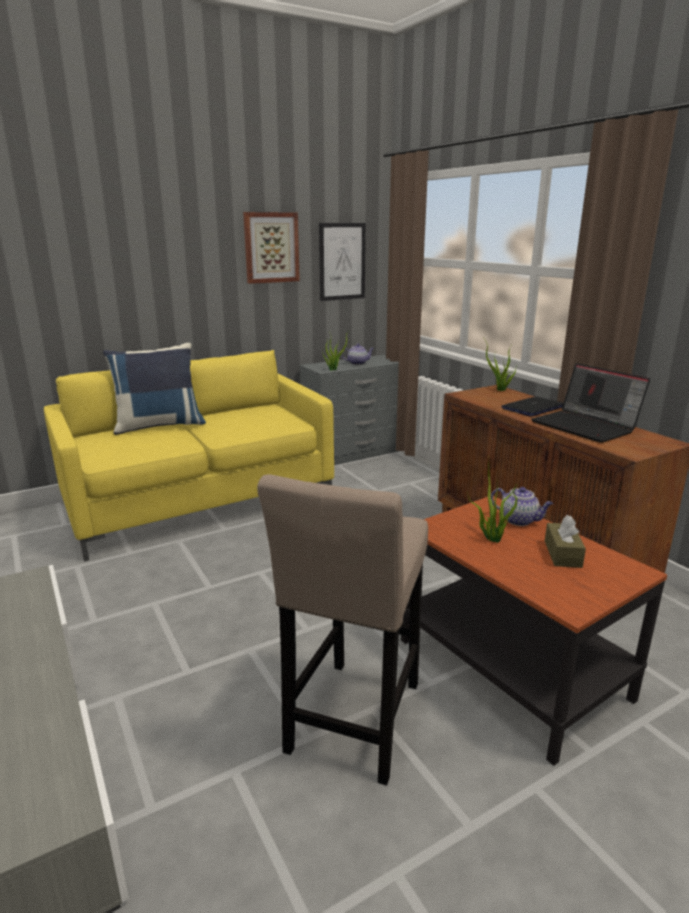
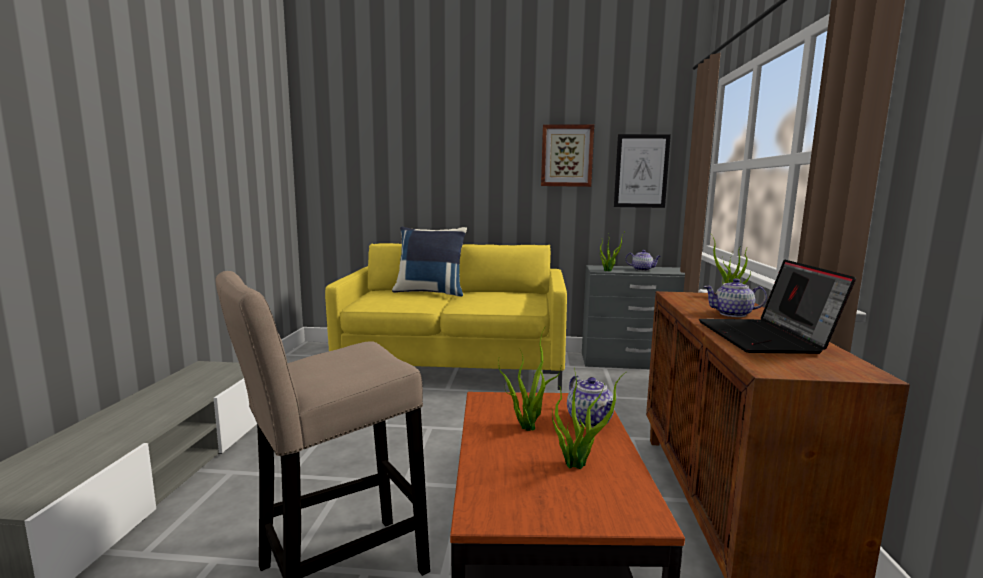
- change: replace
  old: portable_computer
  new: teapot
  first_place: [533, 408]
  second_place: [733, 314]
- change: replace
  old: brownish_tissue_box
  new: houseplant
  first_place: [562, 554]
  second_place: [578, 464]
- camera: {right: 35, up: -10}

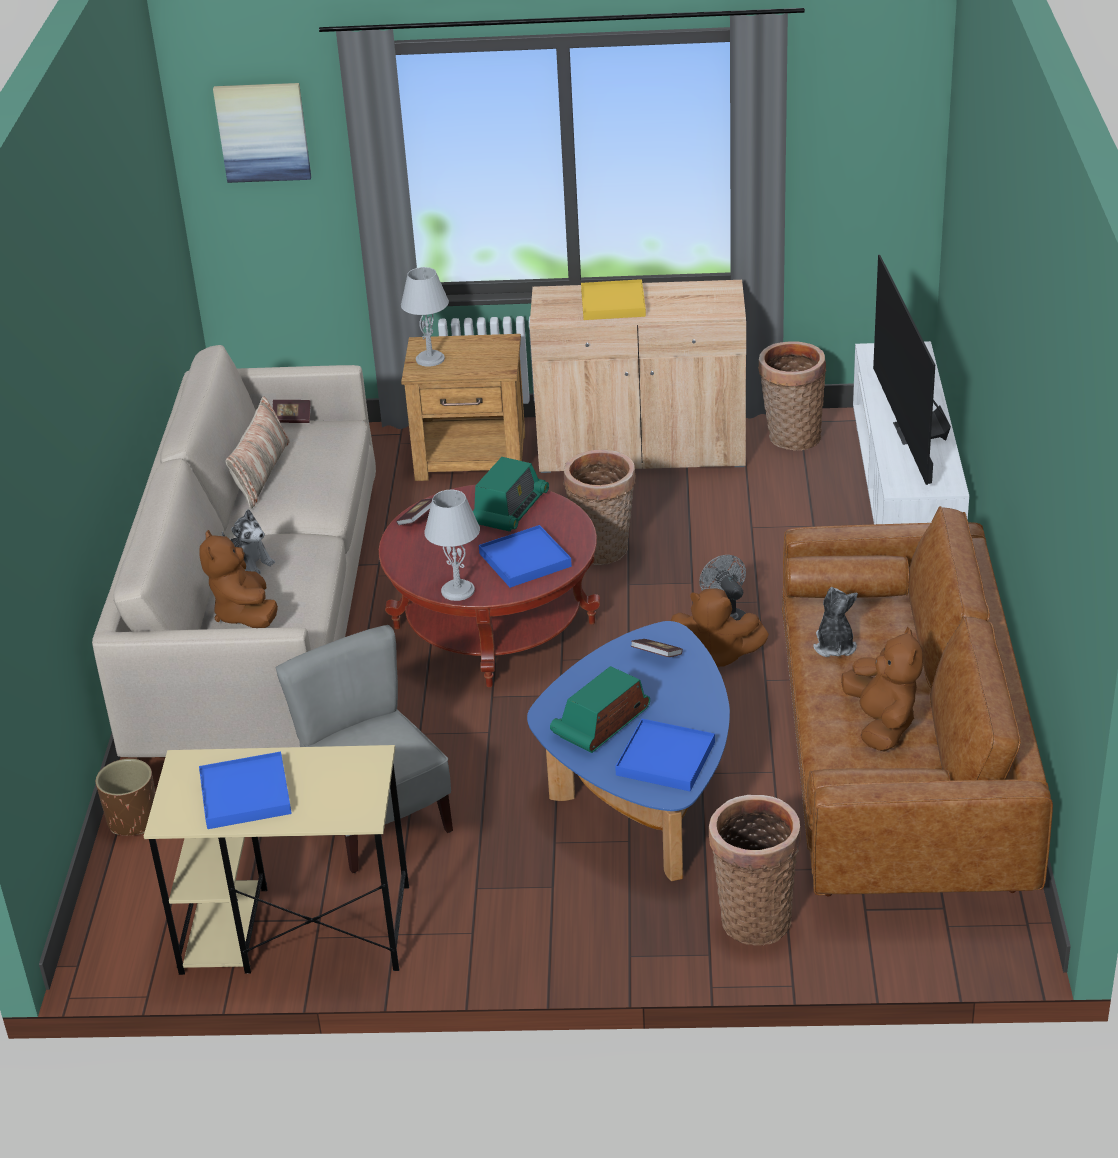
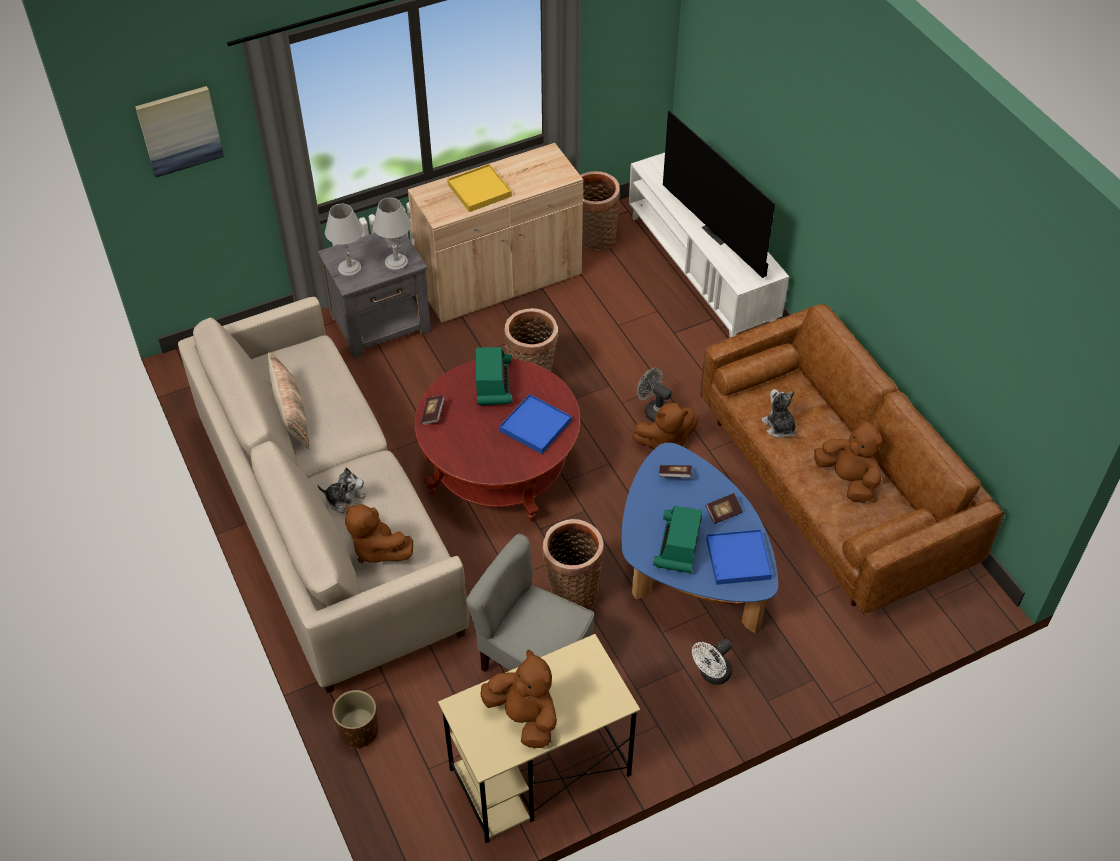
- change: insert
  new: whitish_electric_fan
  second_place: [712, 675]
- change: move
  old: volume
  first_place: [292, 419]
  second_place: [723, 513]
- change: move
  old: grey_tabletop_lamp
  first_place: [458, 590]
  second_place: [396, 262]
- change: move
  old: household_basket
  first_place: [754, 917]
  second_place: [572, 591]
- change: replace
  old: blue_carrying_tray
  new: brownish_soft_toy
  first_place: [246, 794]
  second_place: [524, 717]
- change: recolor
  old: brownish_bedside_table
  new: grey_bedside_table
  first_place: [472, 457]
  second_place: [382, 323]
- camera: {right: -30, up: 15}

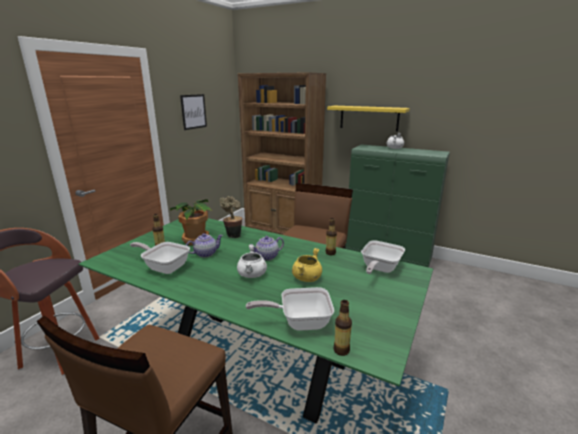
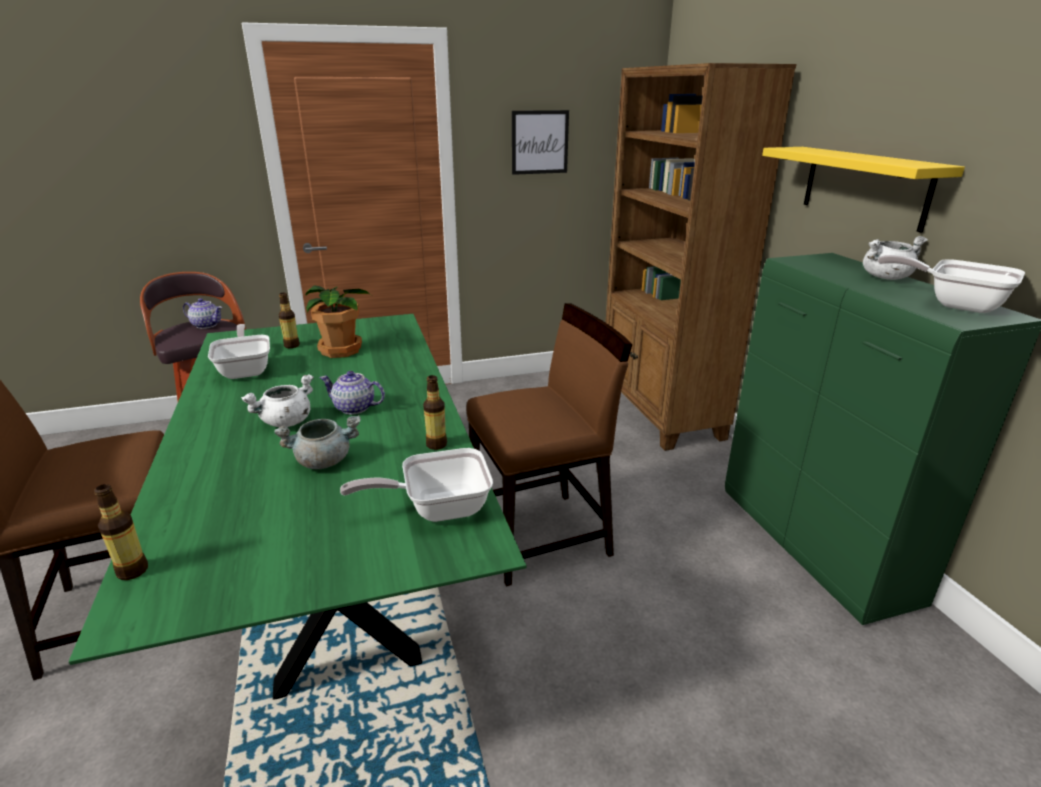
- change: delete
  old: houseplant
  first_place: [233, 235]
- change: move
  old: teapot
  first_place: [205, 254]
  second_place: [206, 325]
- change: move
  old: pan
  first_place: [299, 322]
  second_place: [955, 304]
- change: recolor
  old: yellow-coloured_saucepot
  new: grey_saucepot
  first_place: [306, 278]
  second_place: [324, 461]
- camera: {right: 45, up: 5}

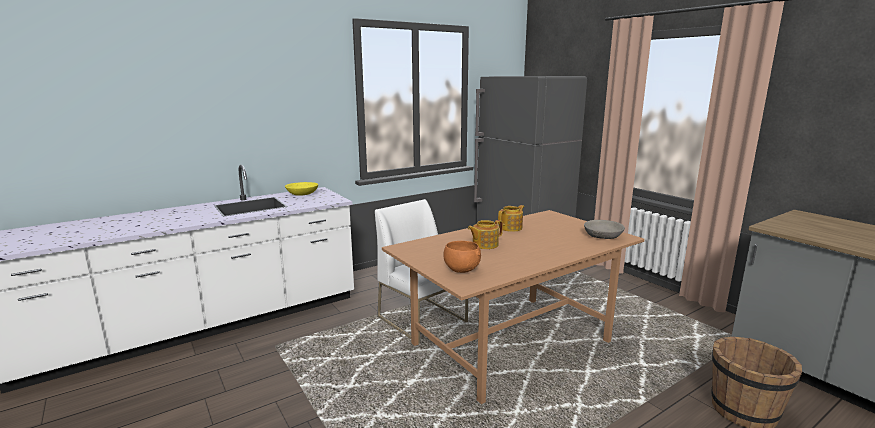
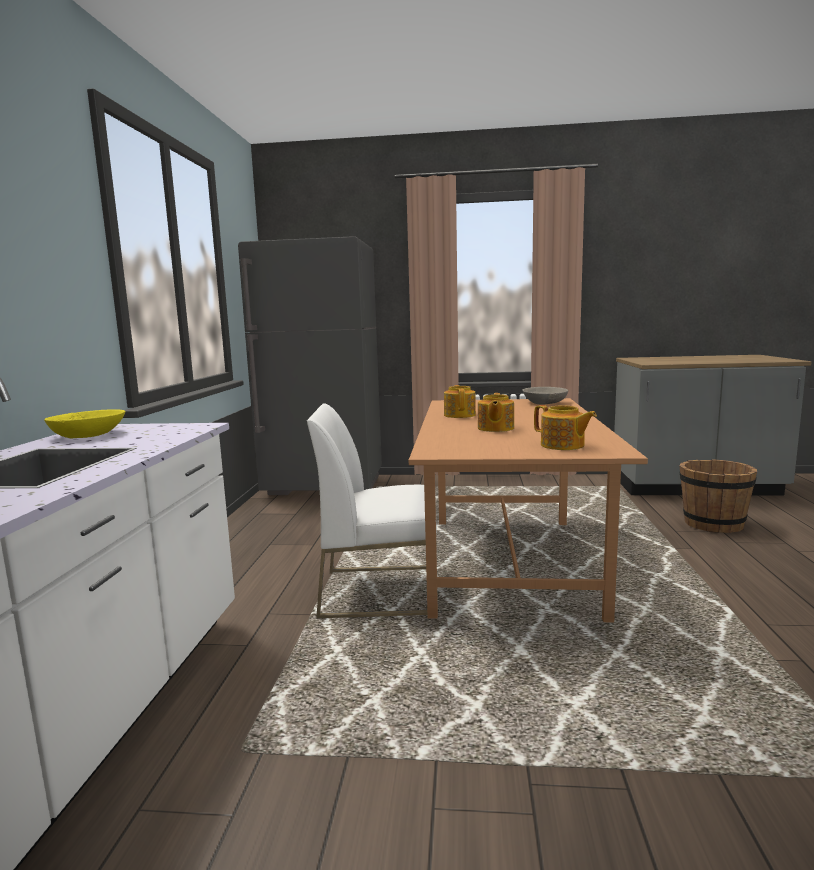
- change: replace
  old: orange-coloured_deep_dish
  new: teapot
  first_place: [461, 270]
  second_place: [563, 445]
- camera: {right: -50, up: -5}

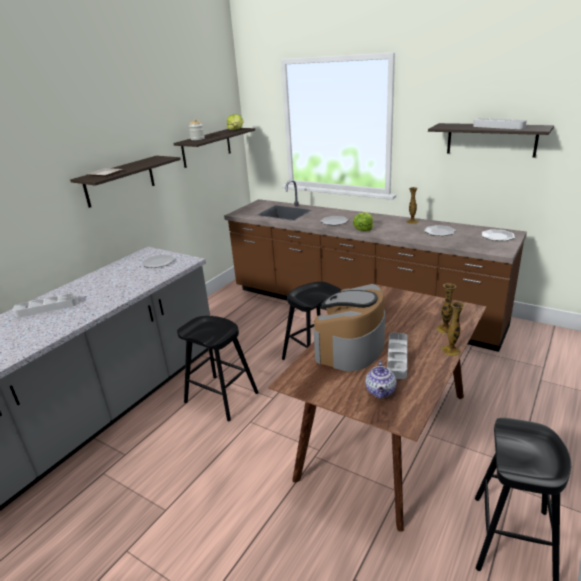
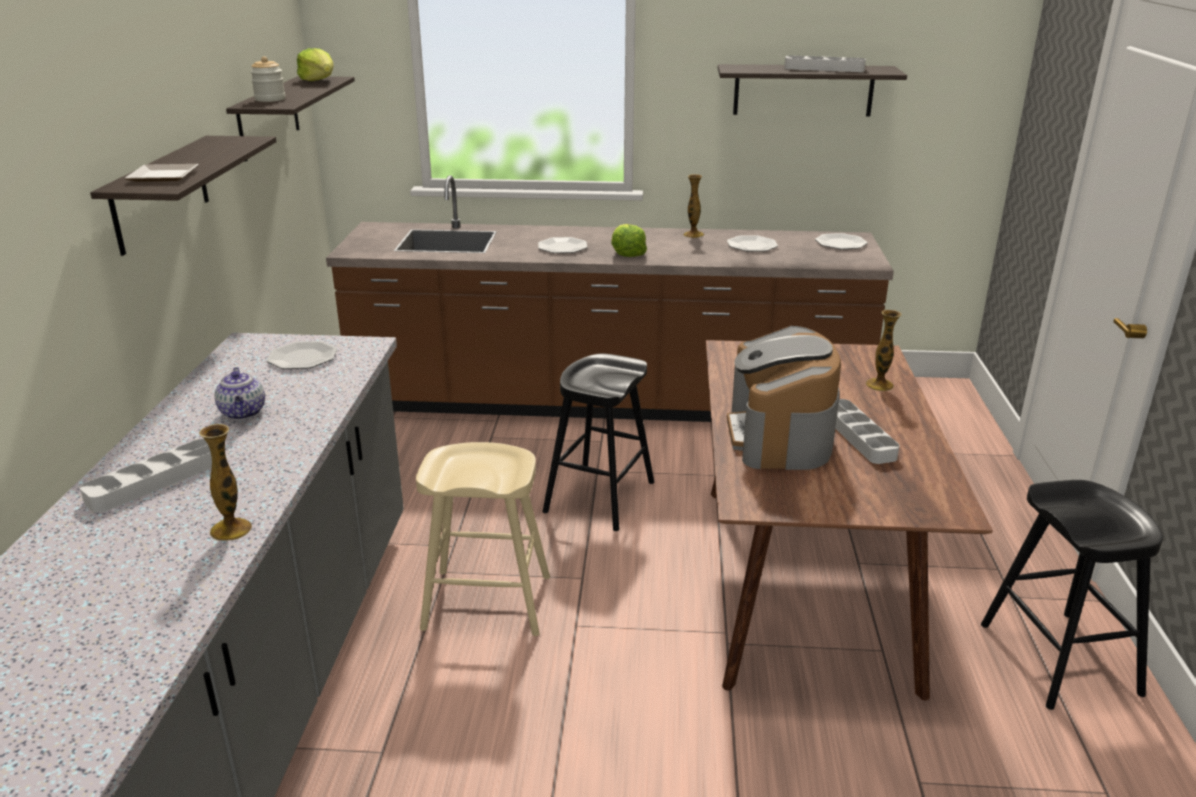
- change: move
  old: teapot
  first_place: [380, 392]
  second_place: [243, 413]
- change: move
  old: decorative_vase
  first_place: [451, 350]
  second_place: [231, 530]
- change: recolor
  old: black-coloured_stool
  new: beige-coloured_stool
  first_place: [221, 397]
  second_place: [486, 602]
- camera: {right: -30, up: 0}

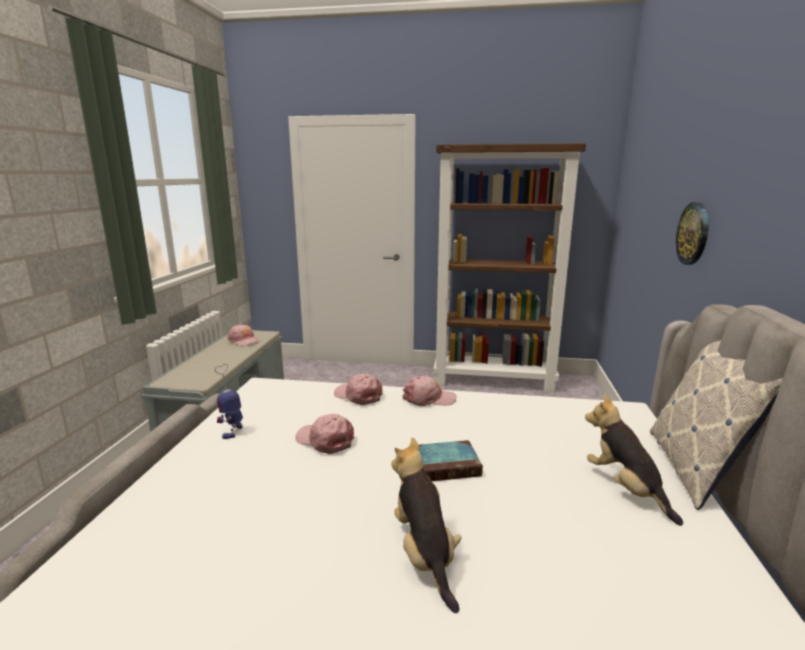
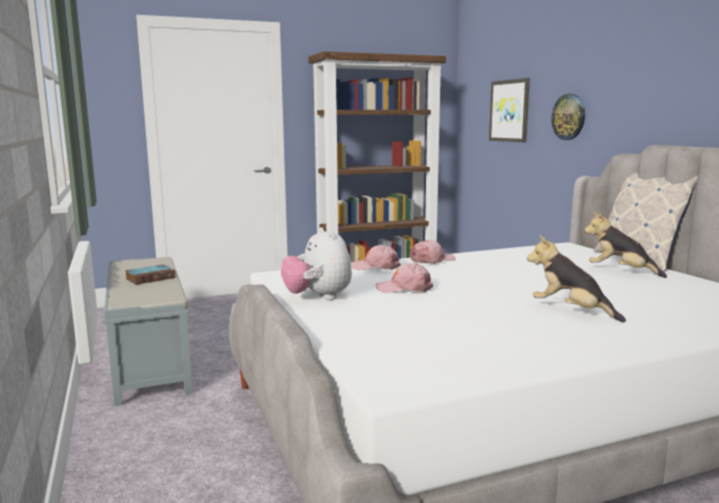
- change: delete
  old: pinkish_baseball_cap
  first_place: [244, 340]
- change: insert
  new: wall_art
  second_place: [510, 111]
- change: move
  old: volume
  first_place: [447, 465]
  second_place: [151, 278]
- change: replace
  old: model_robot
  new: soft_toy
  first_place: [233, 431]
  second_place: [318, 297]
- camera: {right: -30, up: -5}

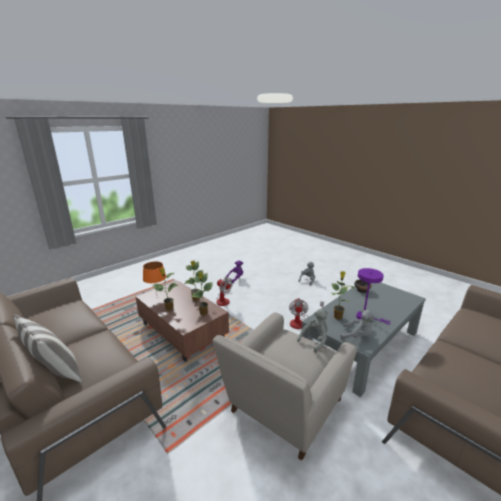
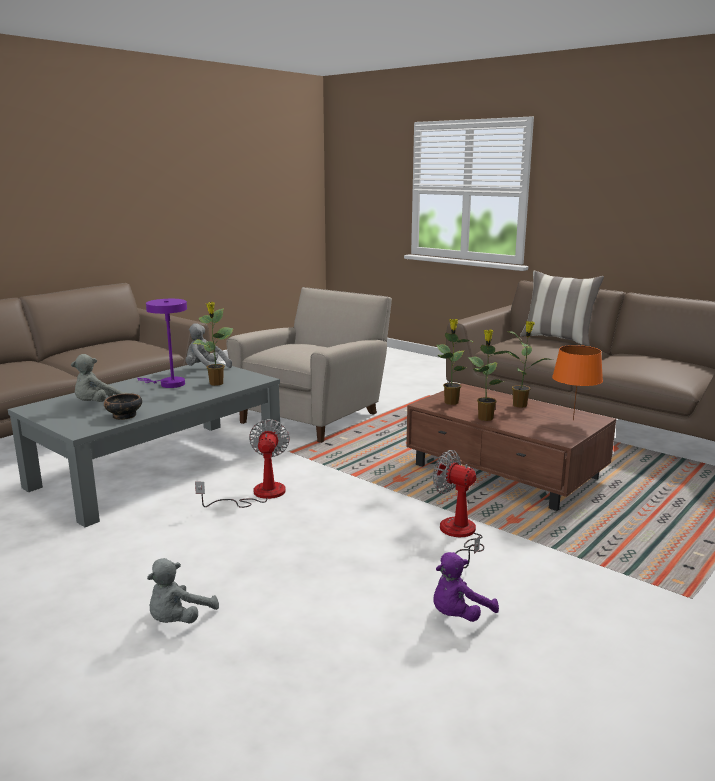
- change: move
  old: grey_soft_toy
  first_place: [314, 340]
  second_place: [98, 405]
- camera: {right: 175, up: -5}

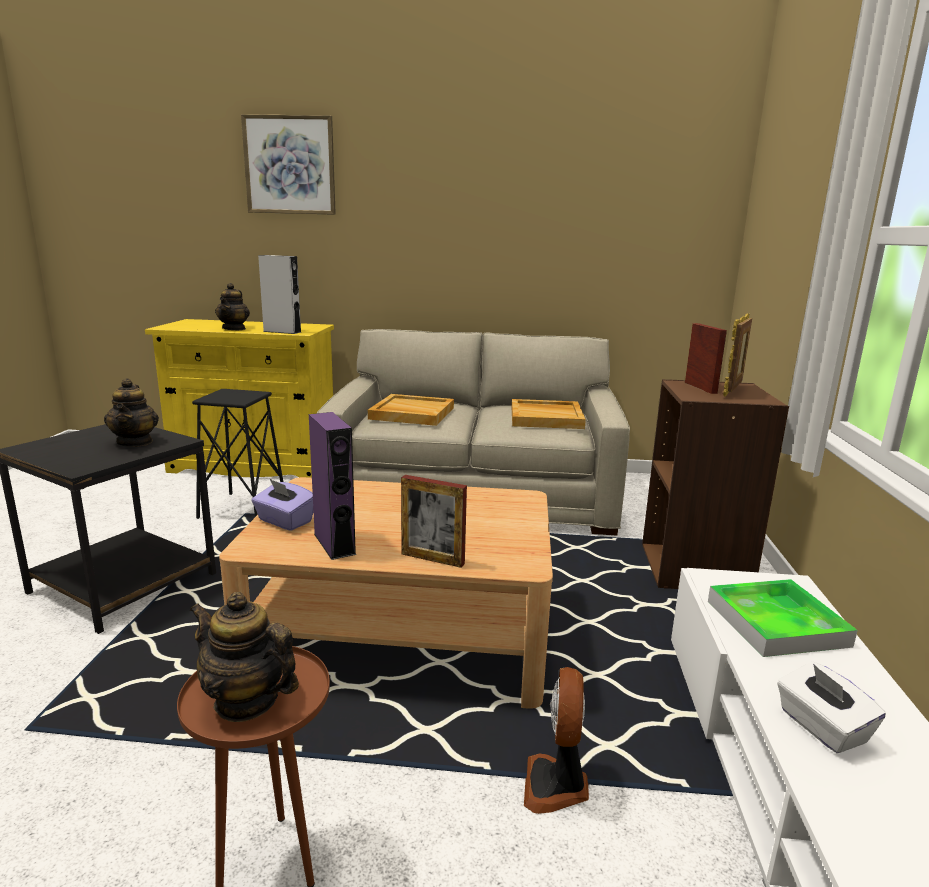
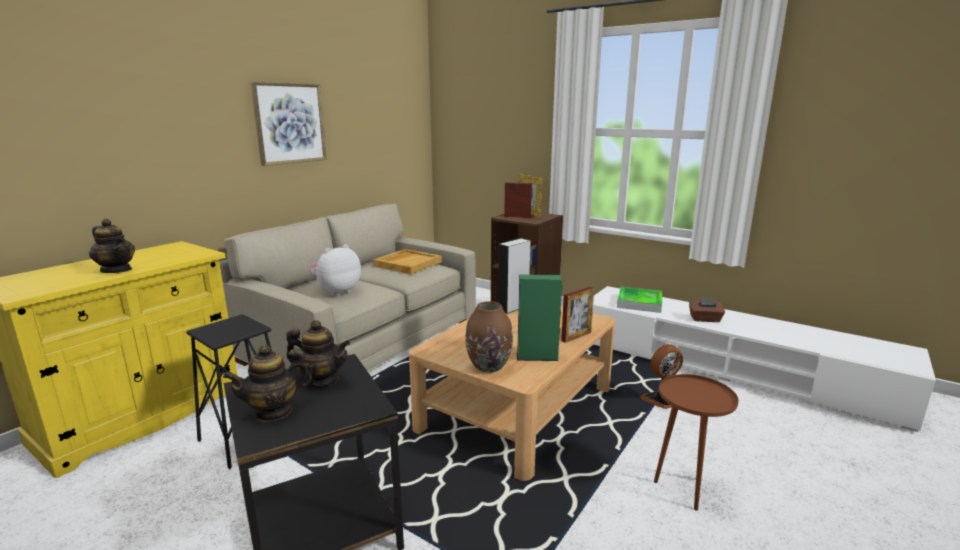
- change: move
  old: teapot
  first_place: [246, 701]
  second_place: [273, 411]
- change: move
  old: wall_art
  first_place: [290, 165]
  second_place: [290, 123]
- change: move
  old: grey_audio_speaker
  first_place: [282, 331]
  second_place: [513, 307]
- change: replace
  old: purplish_tissue_box
  new: brownish_decorative_vase
  first_place: [284, 521]
  second_place: [489, 366]
- change: replace
  old: beige-coloured_carrying_tray
  new: soft_toy
  first_place: [411, 413]
  second_place: [337, 291]
- change: recolor
  old: purplish_audio_speaker
  new: green-coloured_audio_speaker
  first_place: [334, 543]
  second_place: [537, 357]
- change: recolor
  old: whitish_tissue_box
  new: brownish_tissue_box
  first_place: [821, 727]
  second_place: [705, 319]
- change: rotate
  old: electric_fan
  first_place: [556, 785]
  second_place: [660, 401]
  degrees: 120
- camera: {right: -60, up: 0}

